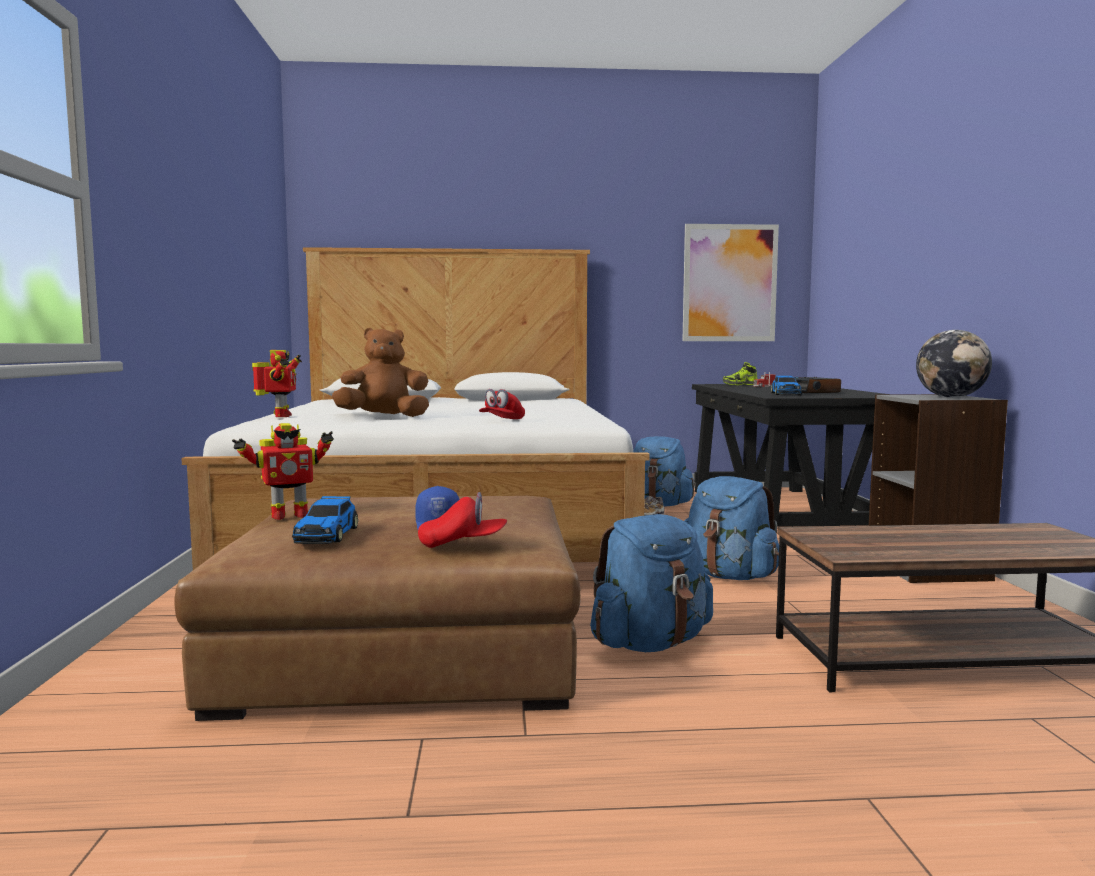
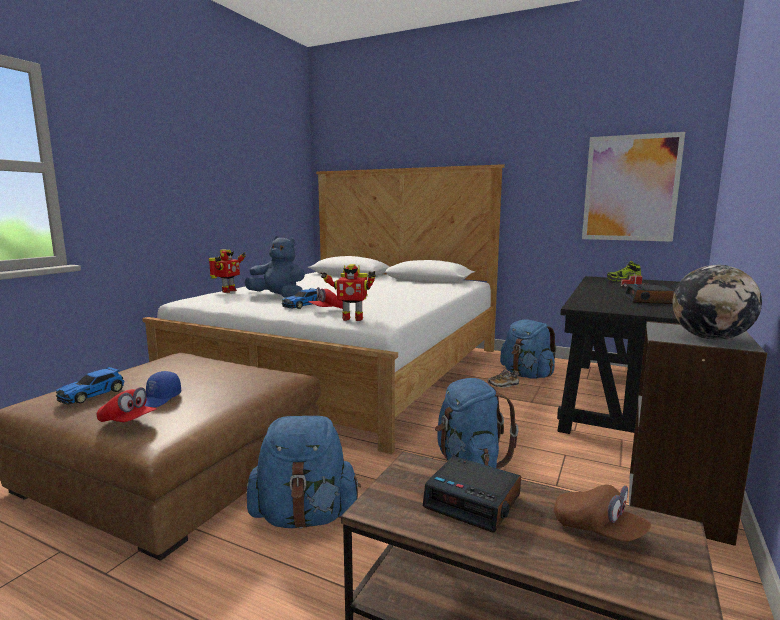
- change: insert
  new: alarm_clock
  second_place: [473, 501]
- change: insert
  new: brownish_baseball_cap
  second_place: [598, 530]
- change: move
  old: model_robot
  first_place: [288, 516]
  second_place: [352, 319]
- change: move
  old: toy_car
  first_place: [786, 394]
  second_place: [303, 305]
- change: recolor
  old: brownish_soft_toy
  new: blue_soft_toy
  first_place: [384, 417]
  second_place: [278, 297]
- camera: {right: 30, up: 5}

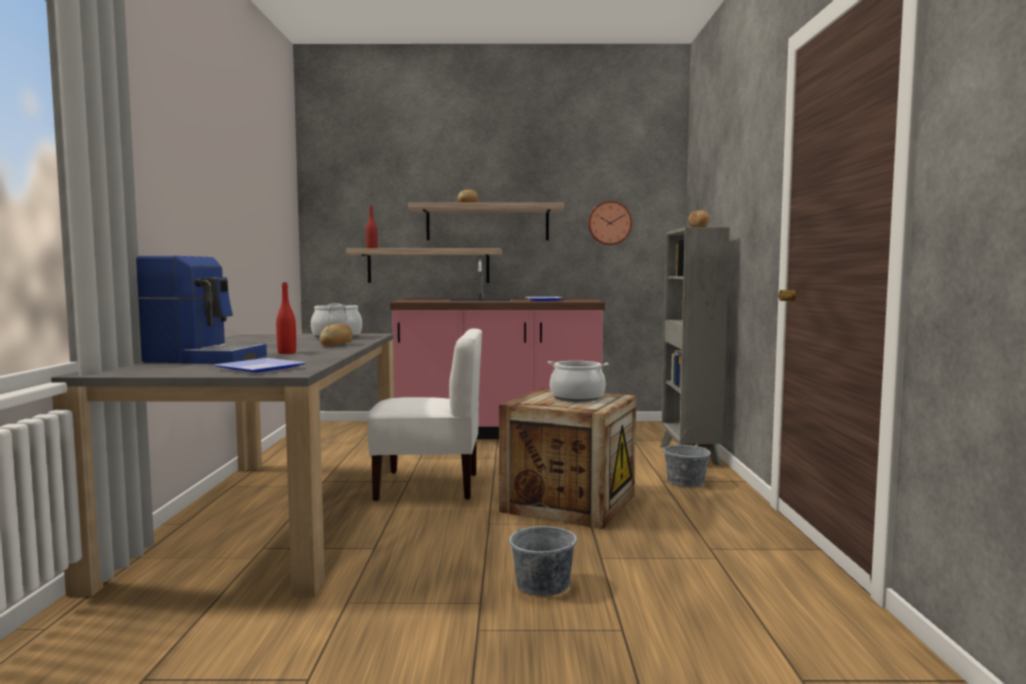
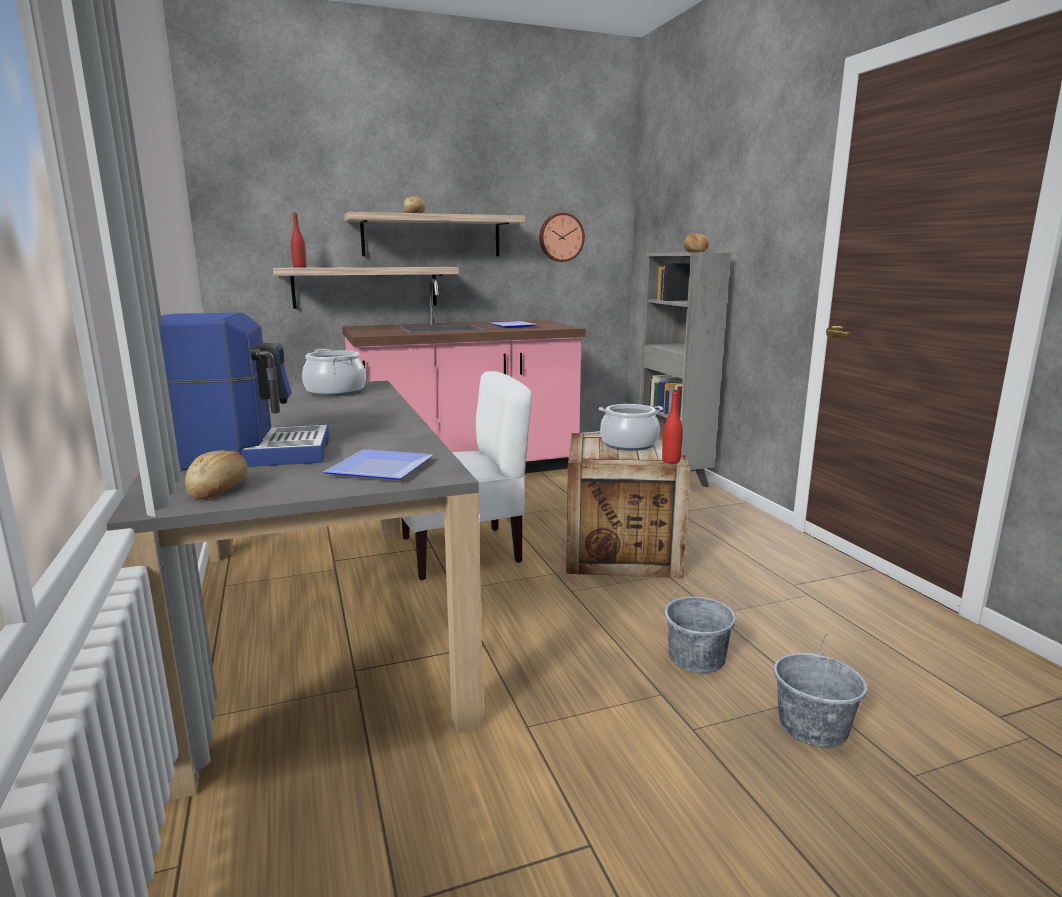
- change: move
  old: reddish_bottle
  first_place: [287, 353]
  second_place: [671, 461]
- change: move
  old: bakery_bread
  first_place: [337, 344]
  second_place: [220, 490]
- change: move
  old: grey_bucket
  first_place: [686, 482]
  second_place: [812, 726]
- camera: {right: -20, up: 10}

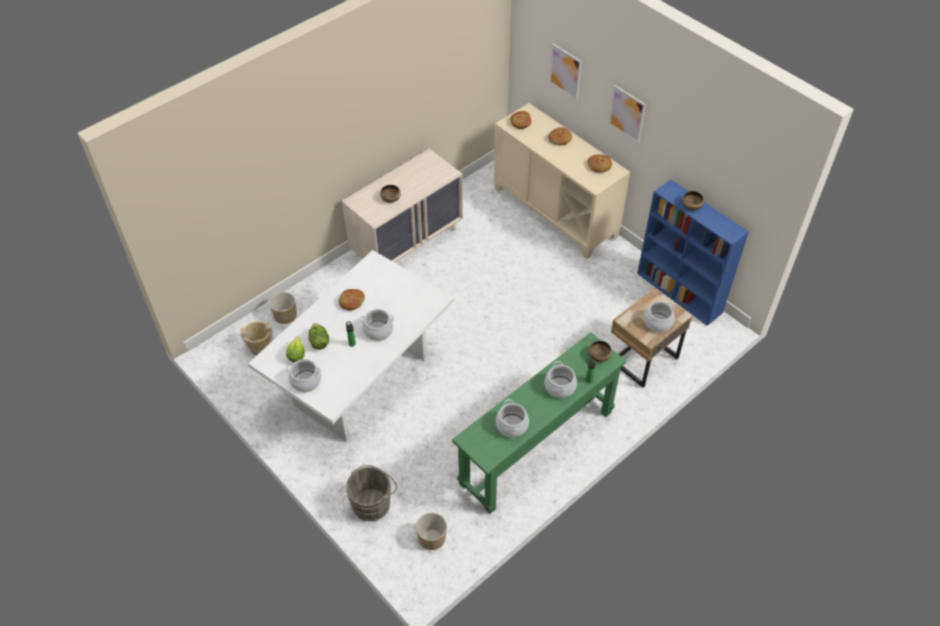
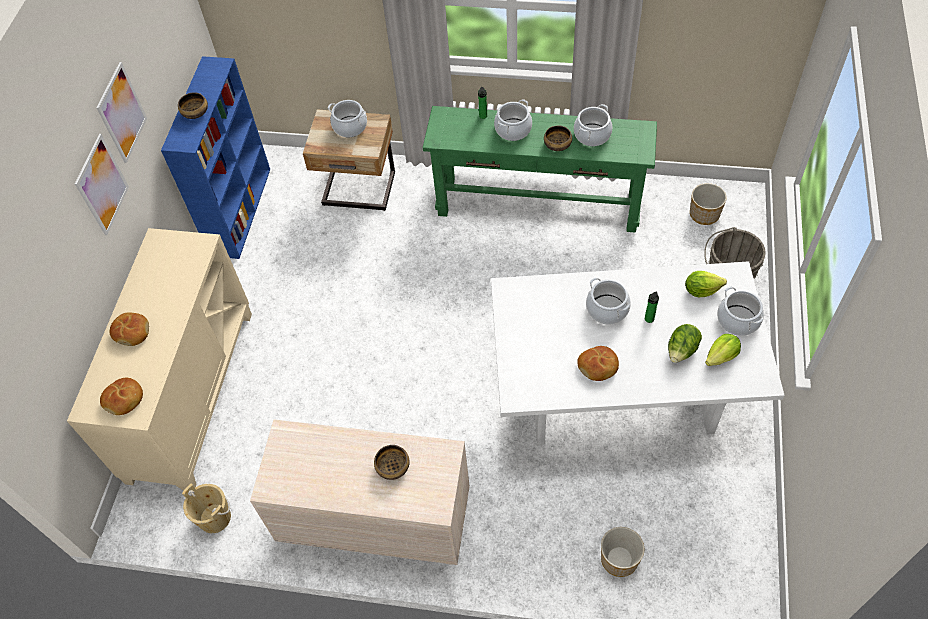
- change: delete
  old: bakery_bread
  first_place: [599, 166]
- change: insert
  new: head_of_lettuce
  second_place: [701, 290]
- change: move
  old: beige-coloured_bucket
  first_place: [260, 347]
  second_place: [215, 518]
- change: move
  old: wall_art
  first_place: [565, 71]
  second_place: [122, 113]
- change: move
  old: deep_dish
  first_place: [599, 355]
  second_place: [557, 145]
- camera: {right: -125, up: 5}

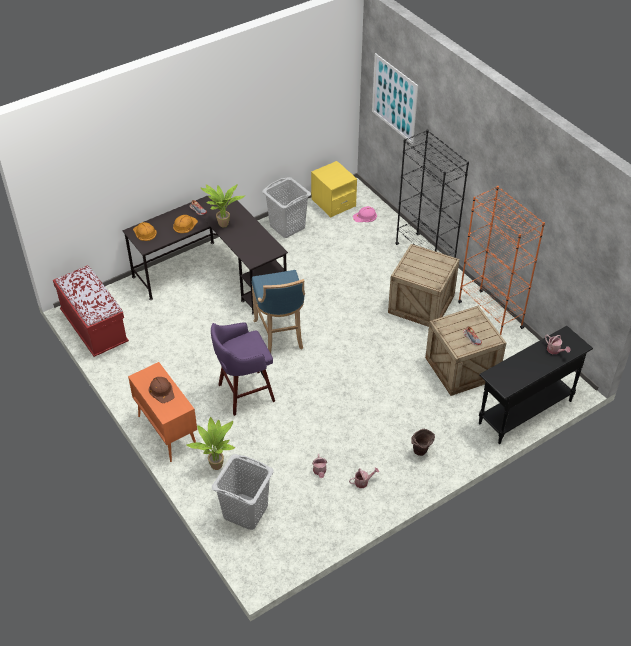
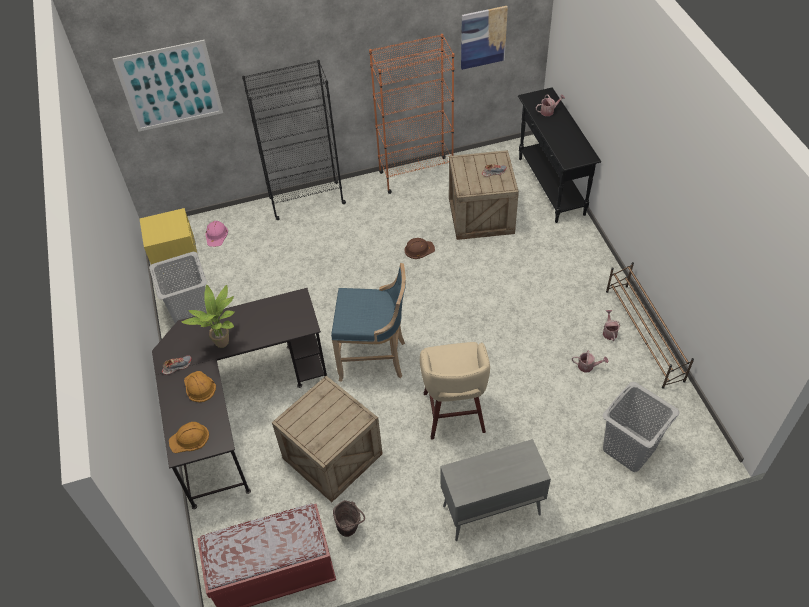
- change: delete
  old: houseplant
  first_place: [216, 464]
- change: insert
  new: wall_art
  second_place: [483, 37]
- change: insert
  new: brownish_shoe_rack
  second_place: [644, 335]
- change: move
  old: brownish_hard_hat
  first_place: [162, 391]
  second_place: [419, 249]
- change: move
  old: packing_crate
  first_place: [421, 304]
  second_place: [332, 456]
- change: move
  old: brownish_bucket
  first_place: [421, 453]
  second_place: [350, 528]
- change: recolor
  old: orange-coloured_cupboard
  new: grey_cupboard
  first_place: [167, 431]
  second_place: [490, 510]
- change: recolor
  old: purplish_stool
  new: beige-coloured_stool
  first_place: [244, 393]
  second_place: [454, 414]
- camera: {right: -70, up: 5}

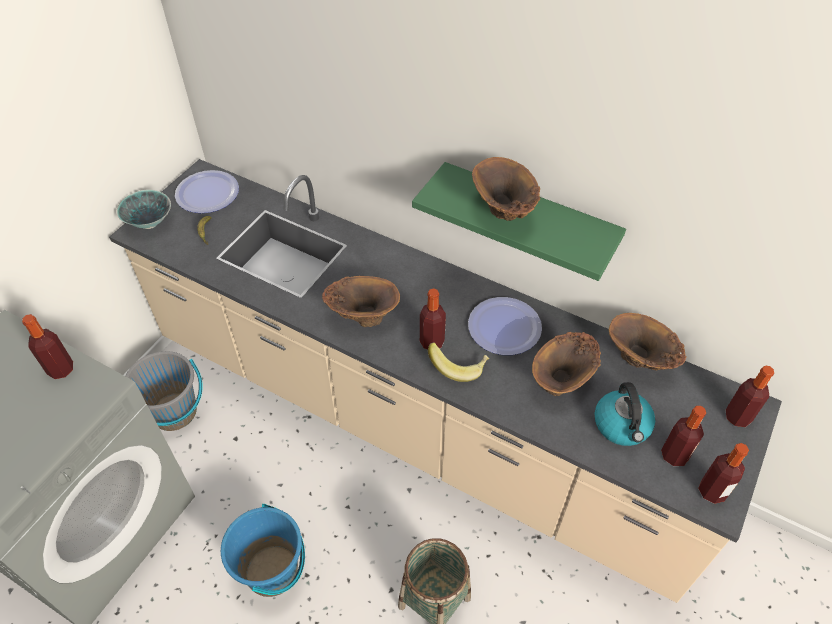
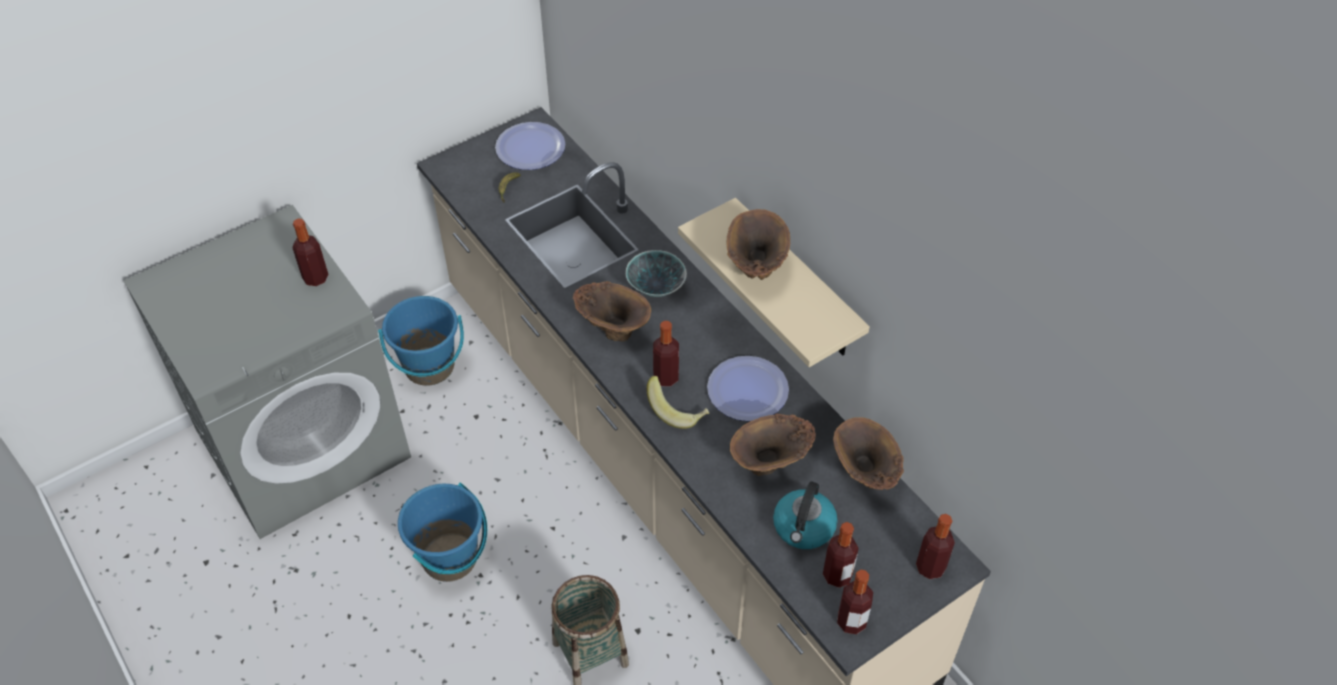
- change: move
  old: deep_dish
  first_place: [149, 223]
  second_place: [655, 289]
- change: recolor
  old: grey_bucket
  new: blue_bucket
  first_place: [174, 412]
  second_place: [429, 367]
- change: recolor
  old: green-coloured_shelf
  new: beige-coloured_shelf
  first_place: [528, 217]
  second_place: [797, 282]
- camera: {right: 25, up: 0}

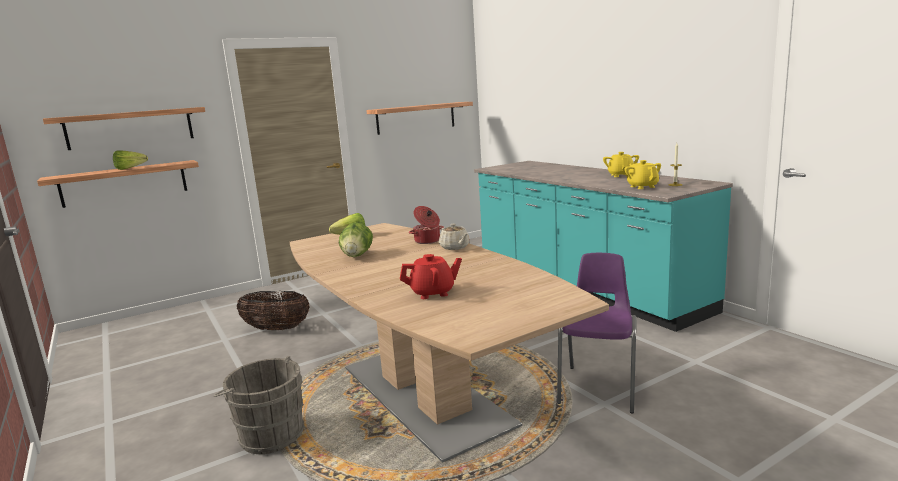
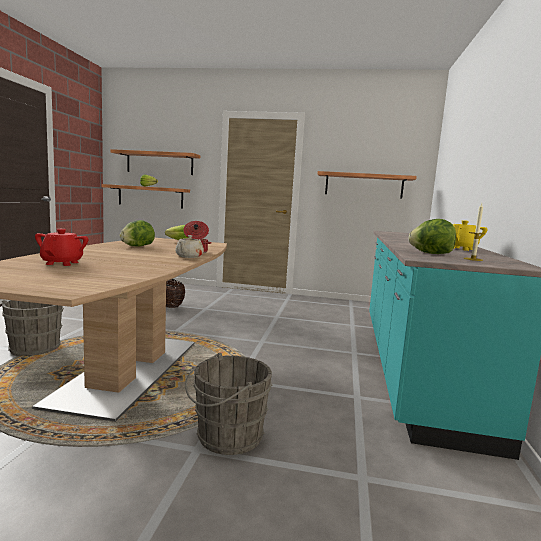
- change: replace
  old: purplish_upright_chair
  new: grey_bucket
  first_place: [599, 387]
  second_place: [226, 436]
- change: replace
  old: yellow-coloured_teapot
  new: head_of_lettuce
  first_place: [642, 187]
  second_place: [431, 253]
- change: rotate
  old: reddish_teapot
  first_place: [433, 293]
  second_place: [62, 263]
  degrees: -120
- camera: {right: 40, up: -5}

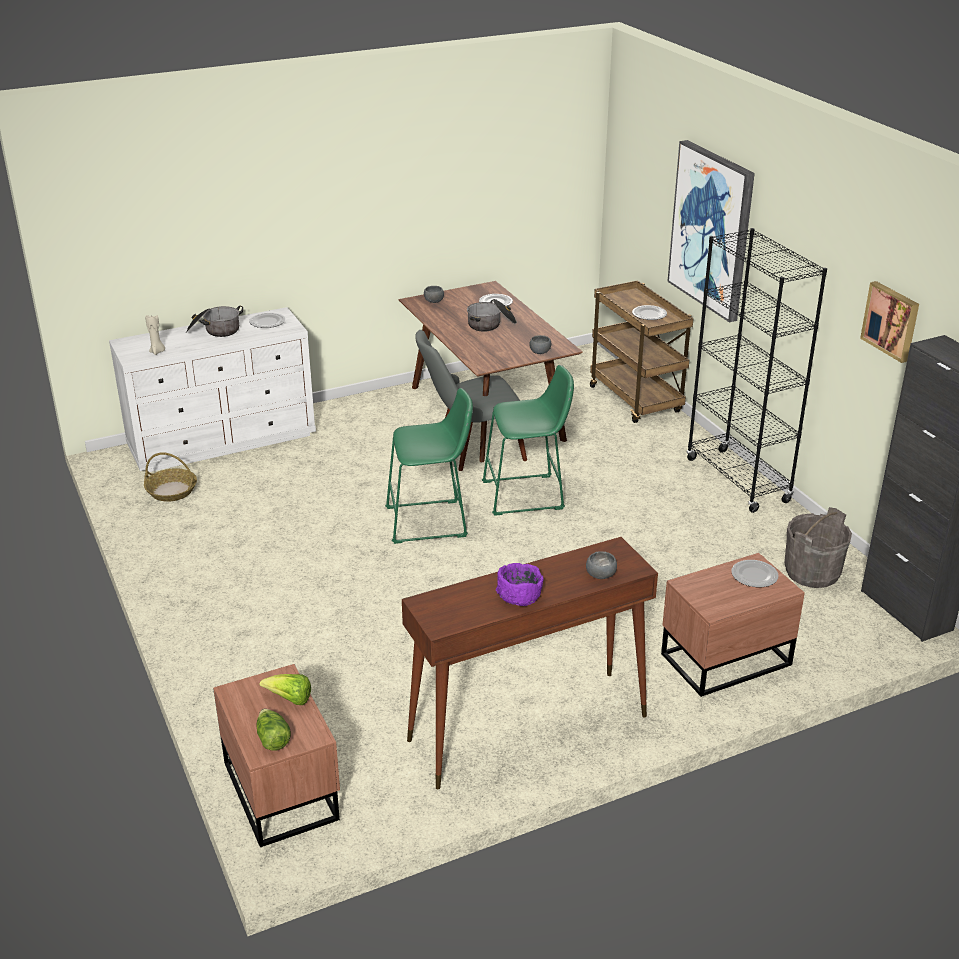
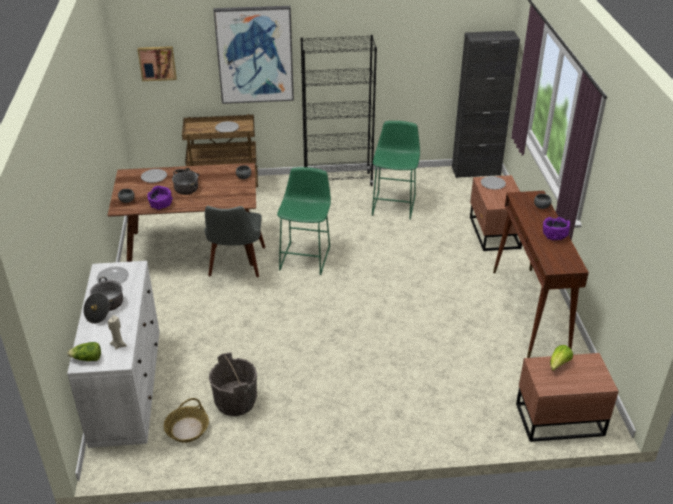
- change: insert
  new: purplish_deep_dish
  second_place: [161, 204]
- change: move
  old: head_of_lettuce
  first_place: [272, 739]
  second_place: [87, 359]
- change: move
  old: green-coloured_stool
  first_place: [431, 522]
  second_place: [394, 204]
- change: move
  old: grey_bucket
  first_place: [812, 572]
  second_place: [236, 401]
- change: move
  old: wall_art
  first_place: [891, 321]
  second_place: [157, 63]
- camera: {right: -70, up: 5}

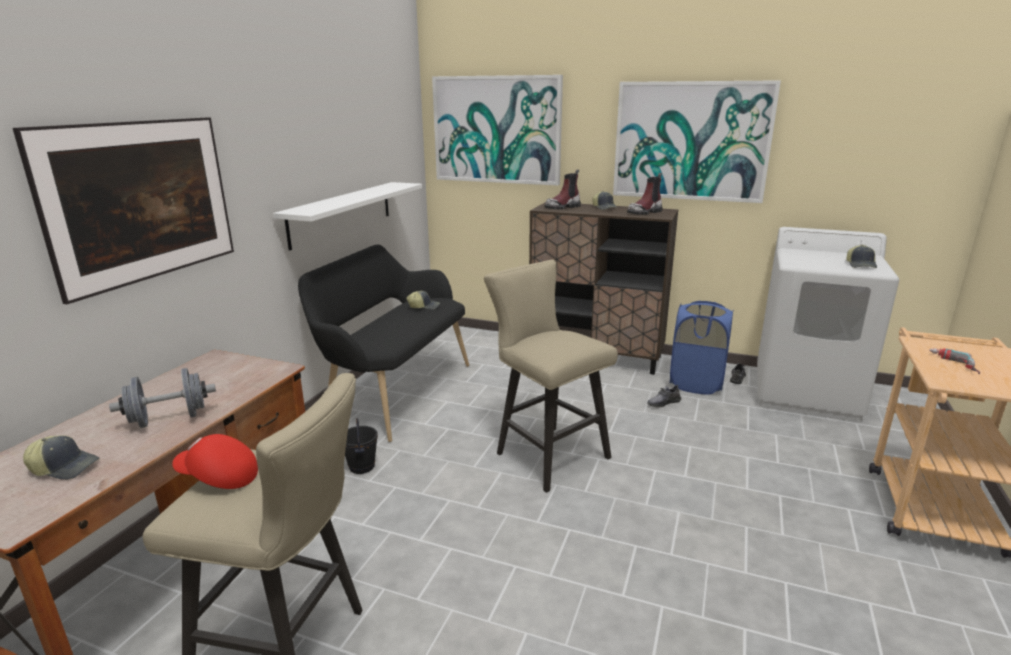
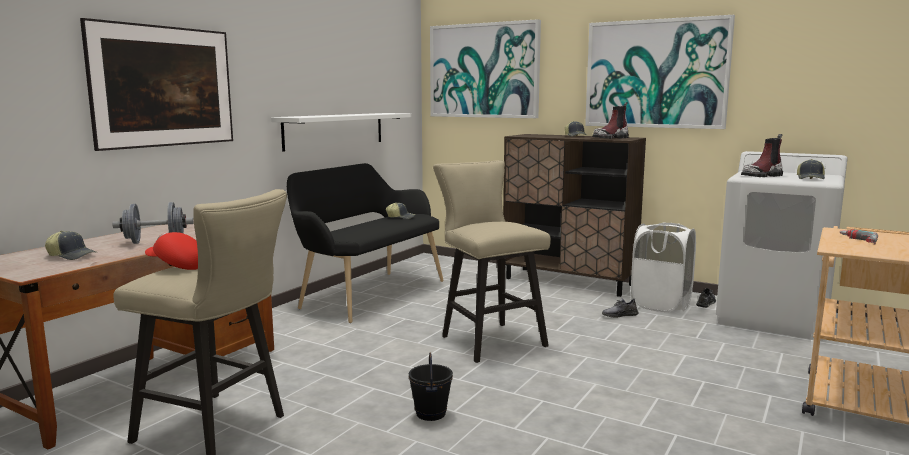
- change: move
  old: black-coloured_bucket
  first_place: [361, 467]
  second_place: [430, 414]
- change: move
  old: high-top_boot
  first_place: [563, 207]
  second_place: [762, 176]
- change: recolor
  old: blue_hamper
  new: whitish_hamper
  first_place: [696, 383]
  second_place: [661, 304]
- camera: {right: 10, up: -10}

